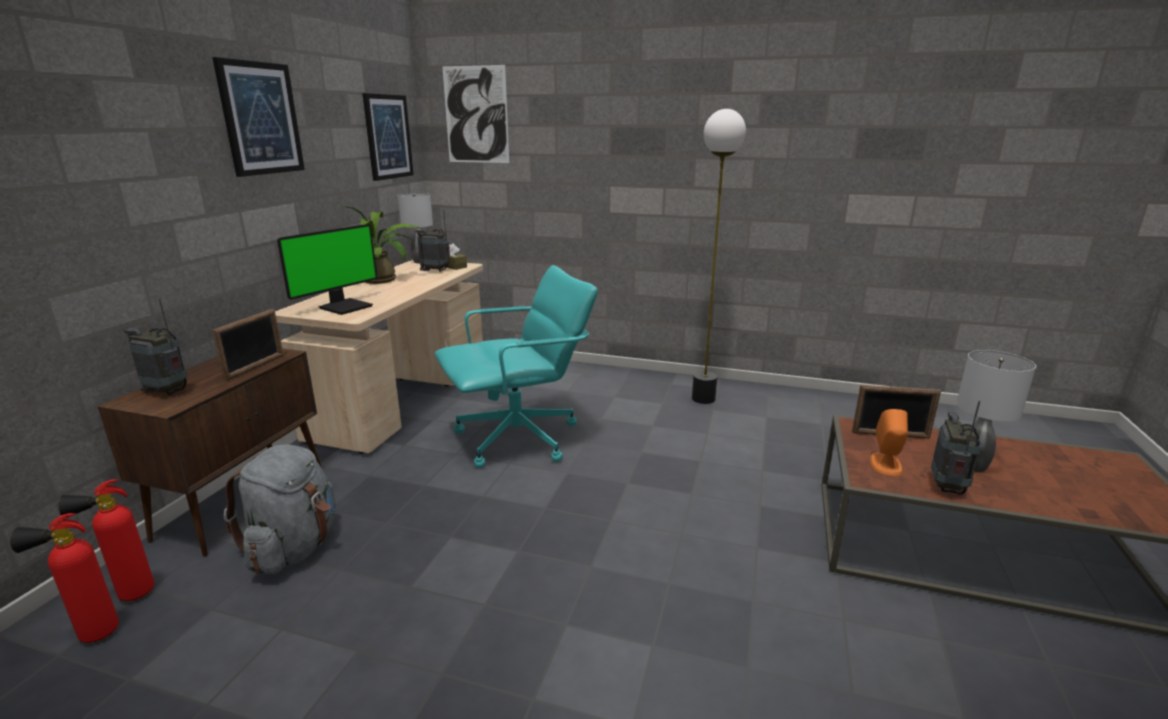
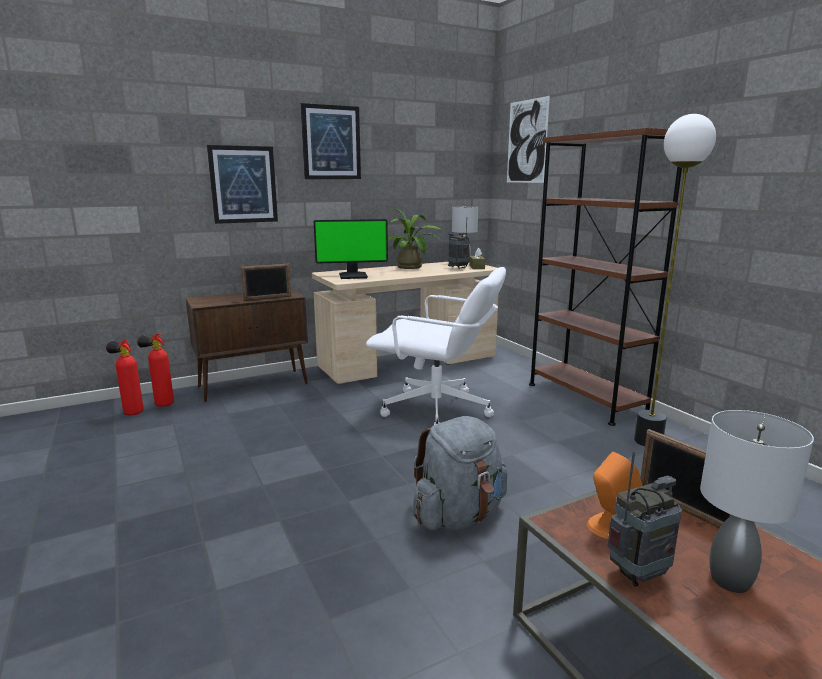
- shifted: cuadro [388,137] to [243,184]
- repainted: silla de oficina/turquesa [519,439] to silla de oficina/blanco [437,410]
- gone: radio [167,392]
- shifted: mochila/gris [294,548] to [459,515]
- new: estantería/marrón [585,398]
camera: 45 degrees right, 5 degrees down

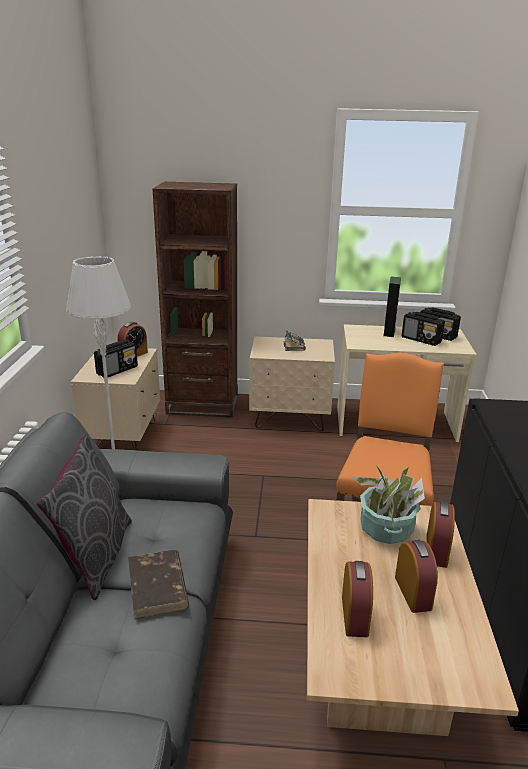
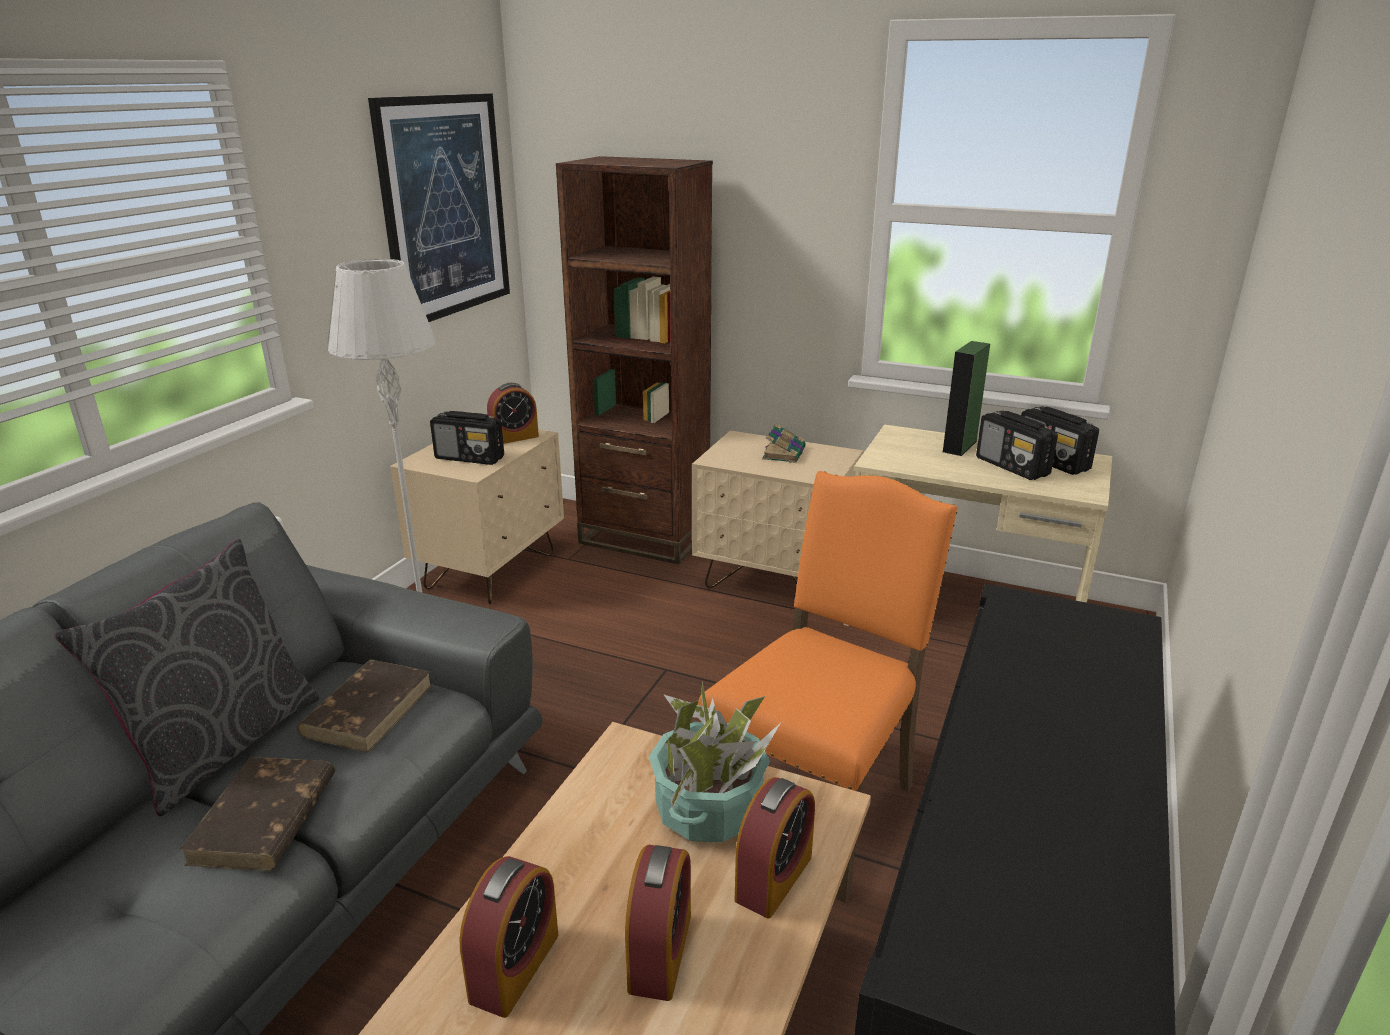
- rotated: radio [117,370] = [470,458] 45 degrees clockwise
- new: cuadro [445,207]
- new: libro/marrón [369,709]
camera: 20 degrees right, 0 degrees up

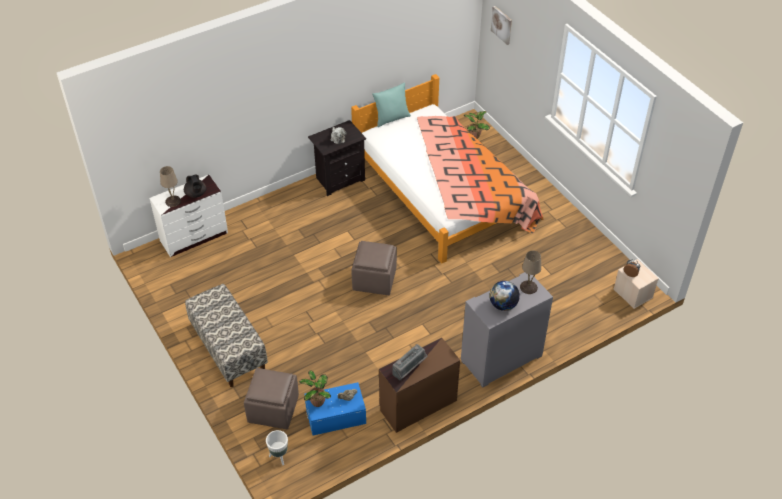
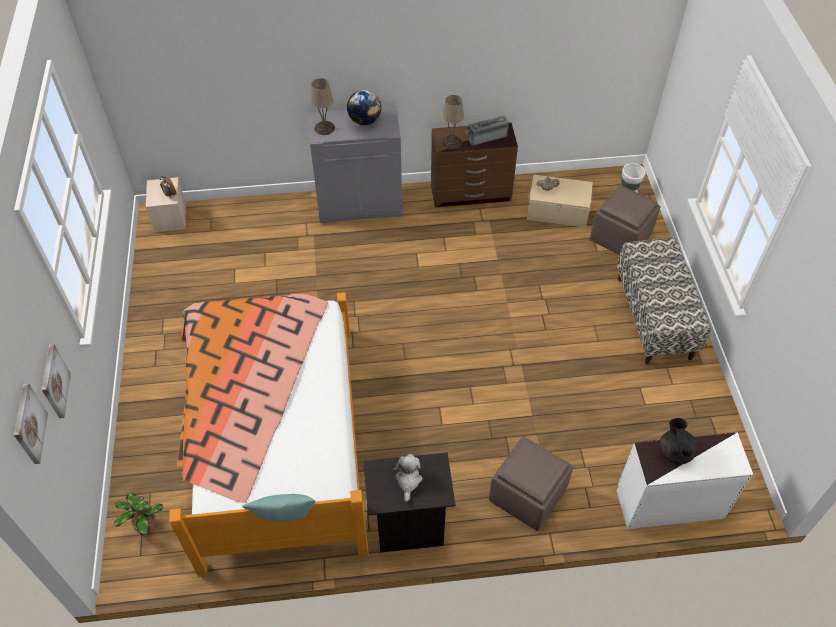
- shifted: lámpara de mesa/beis [173,201] to [451,142]
- shifted: puf/marrón [374,279] to [528,496]
- gone: planta en maceta [317,401]
- repainted: caja de almacenaje/azul [335,415] to caja de almacenaje/beis [558,211]
- new: cuadro [54,381]
camera: 155 degrees left, 5 degrees up

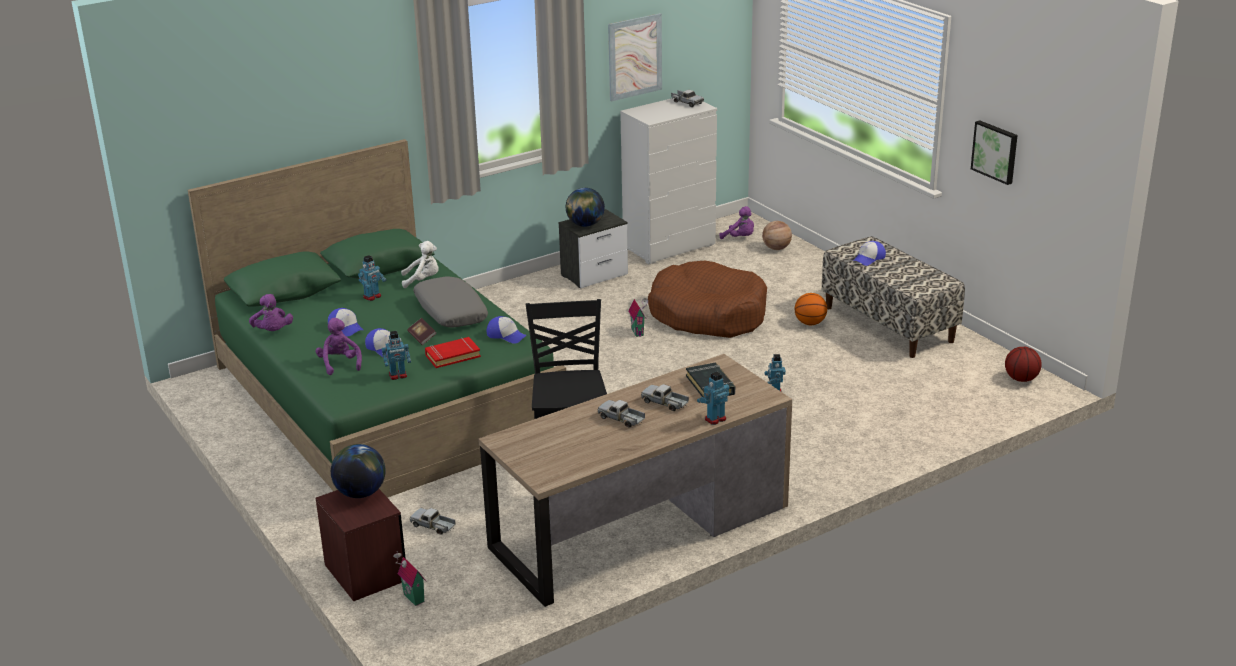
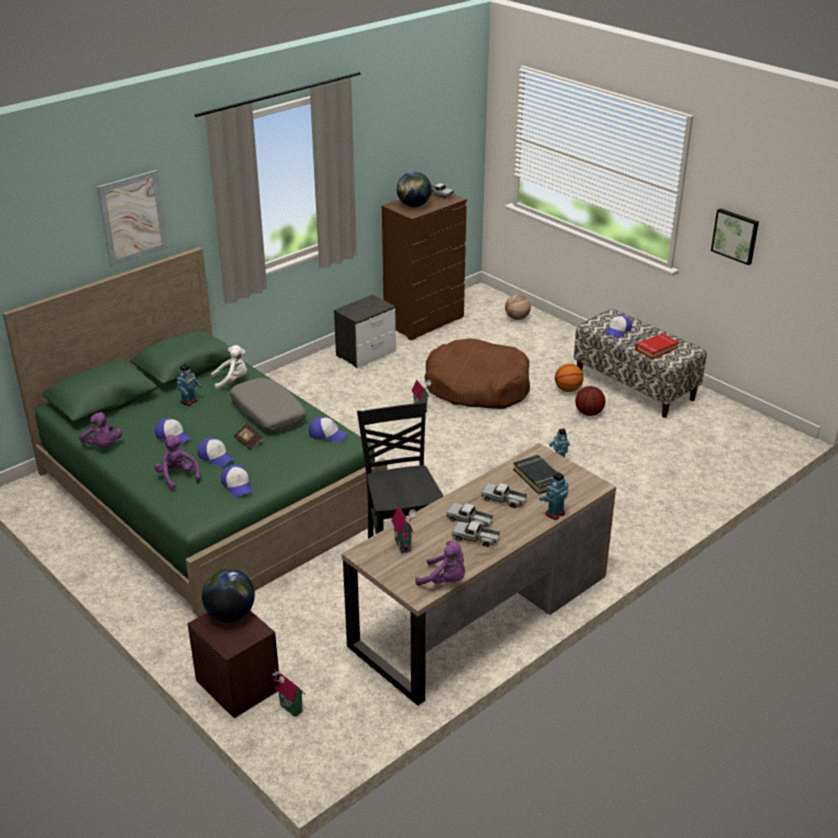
- shifted: cuadro [635,57] to [133,218]
- repainted: cómoda/blanco [669,247] to cómoda/marrón [424,322]
- shifted: globo terráqueo [585,225] to [414,205]
- shifted: peluche/morado [740,238] to [445,580]
- swapped: robot de juguete [398,375] to gorra [237,485]
- shifted: libro/rojo [452,356] to [656,349]
- shifted: balón de baloncesto [1021,379] to [589,413]
- shifted: camión de juguete [433,526] to [475,538]
- new: casita [404,545]
camera: 10 degrees left, 5 degrees up

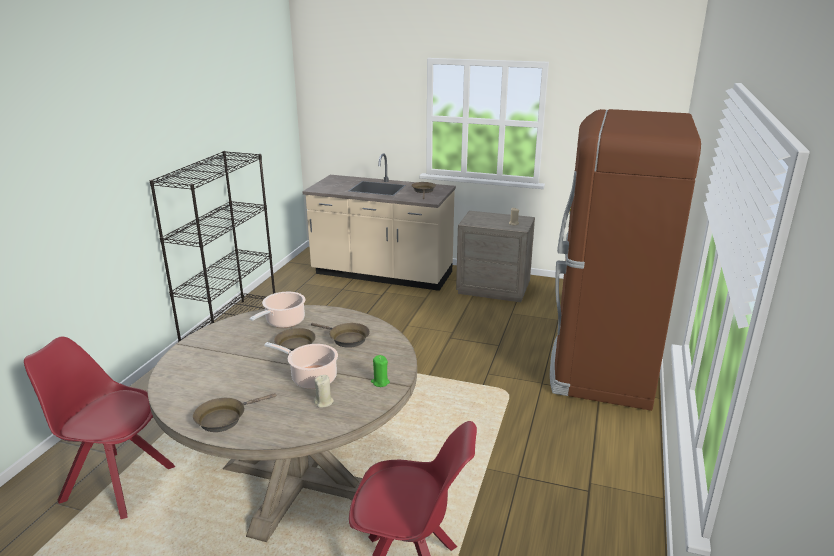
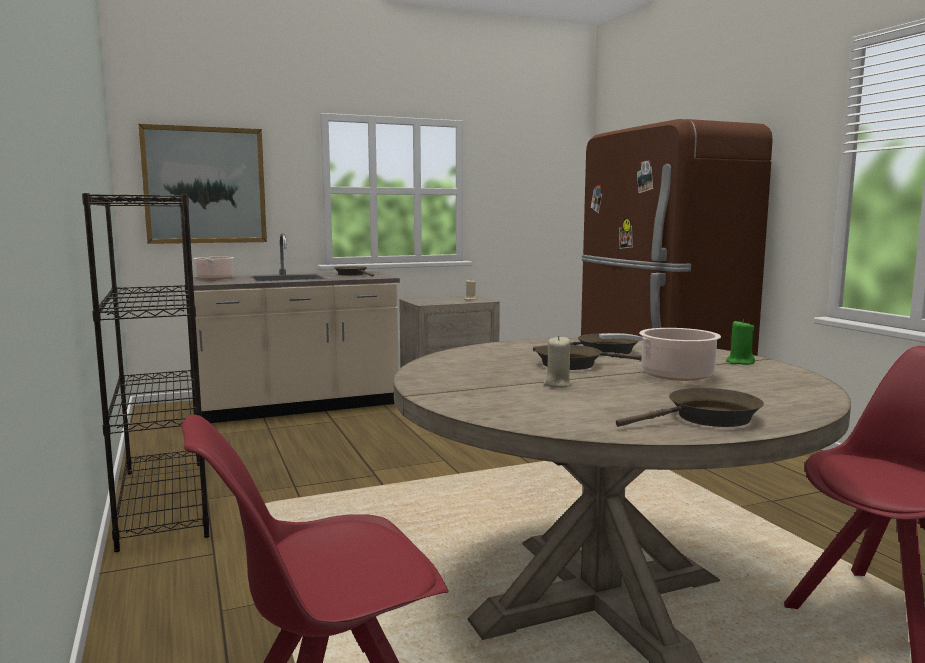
- shifted: olla [283,322] to [214,278]
- shifted: vela/beis [324,402] to [557,384]
- rotated: sartén/marrón [224,418] = [707,418] 120 degrees counterclockwise
- new: cuadro [205,185]
camera: 40 degrees left, 15 degrees down

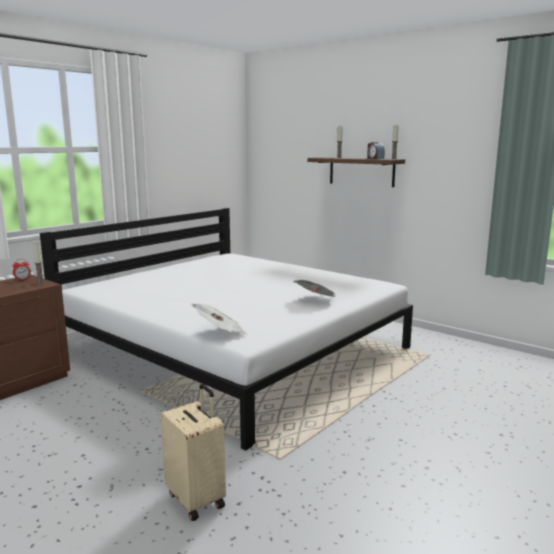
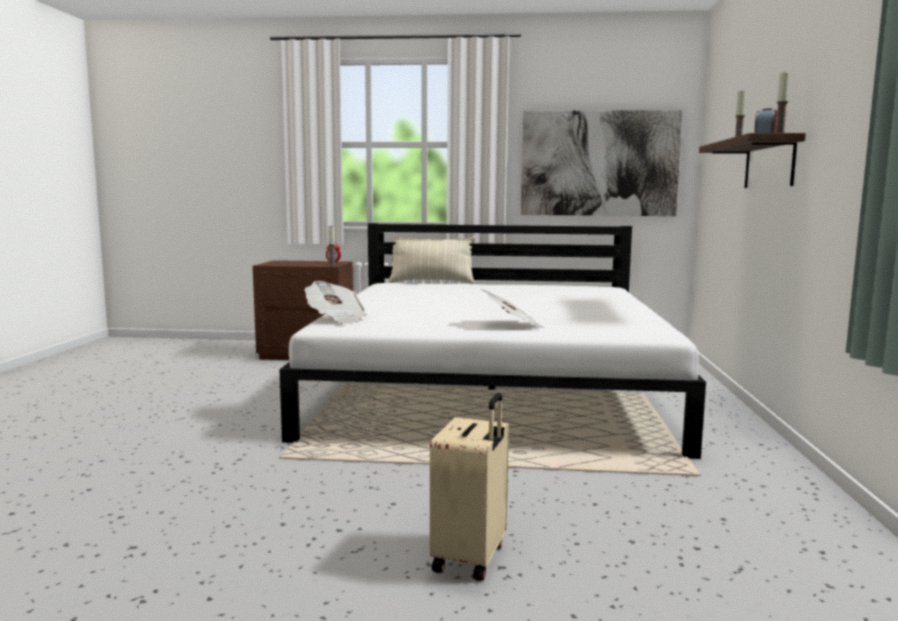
- shifted: maleta/beis [197,499] to [471,558]
- new: cuadro [599,163]
- new: cojín/beis [432,282]
camera: 55 degrees right, 5 degrees down

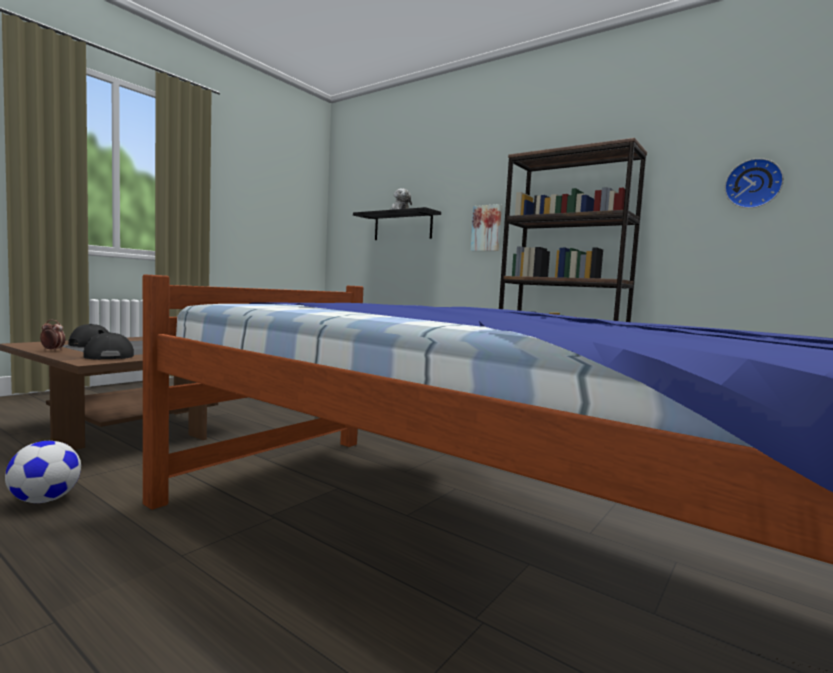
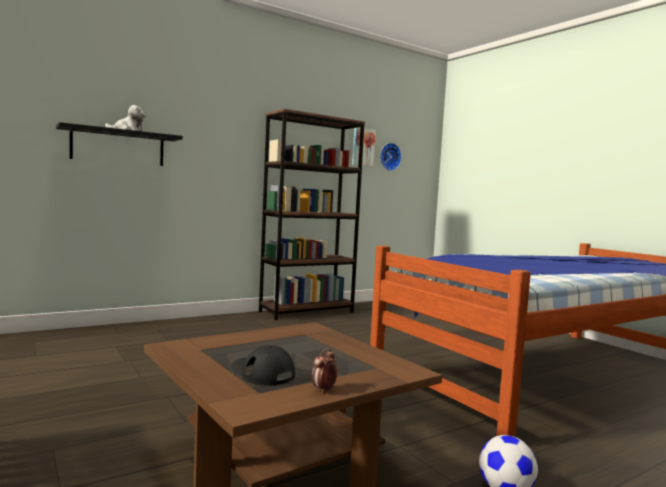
- shifted: cuadro [486,228] to [363,147]
- gone: gorra/negro [108,355]
camera: 70 degrees left, 0 degrees up

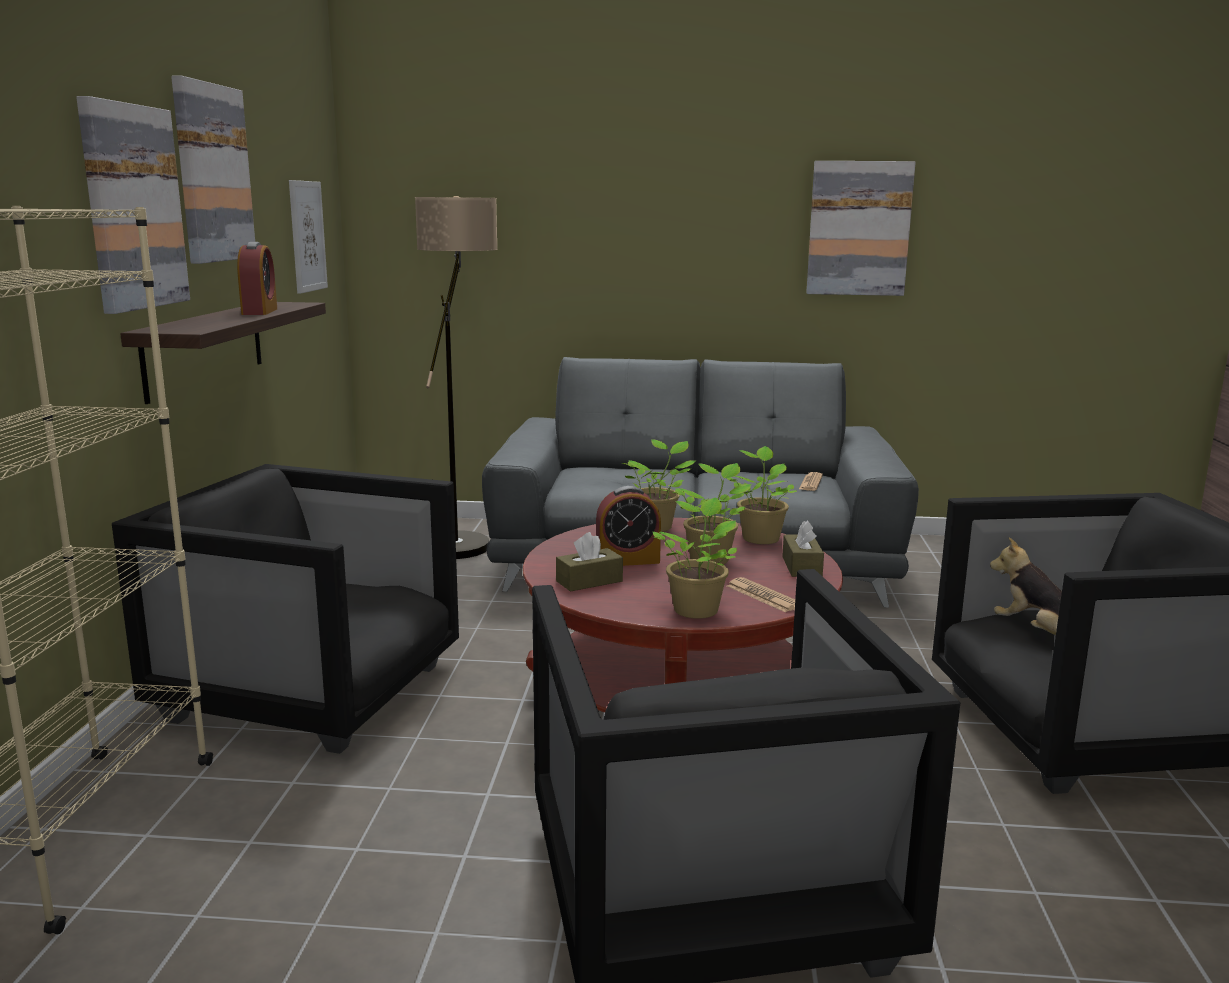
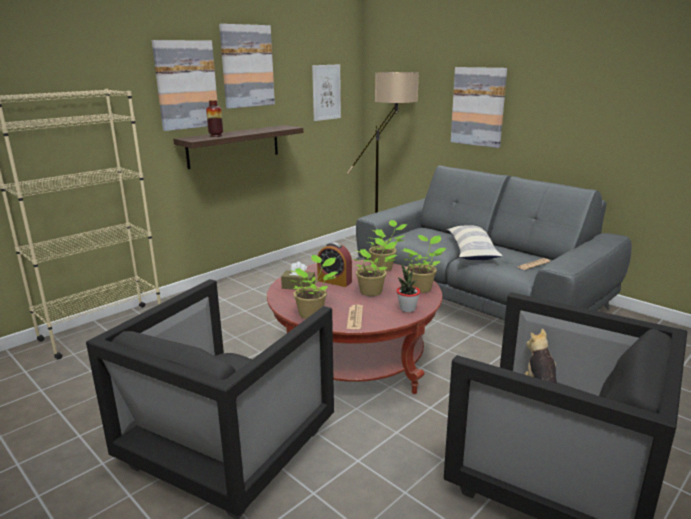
- shifted: cuadro [859,228] to [478,106]
- gone: despertador [259,312]
- gone: sillón/negro [312,692]
- swapped: caja de pañuelos/marrón [801,567] to planta en maceta [407,309]
- new: florero [216,136]
- new: cojín [471,251]
camera: 40 degrees right, 5 degrees up

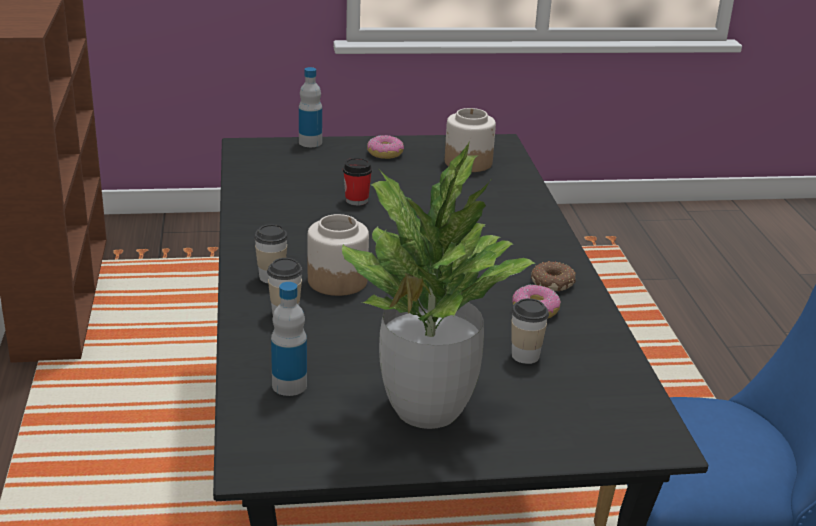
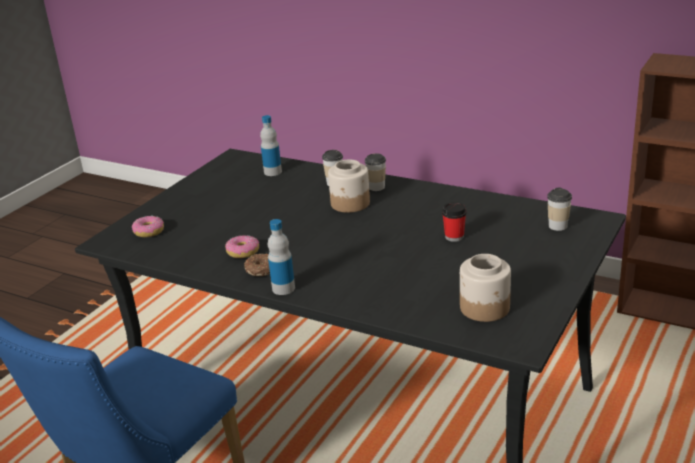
- shifted: botella [310,142] to [283,288]
- shifted: rosquilla [385,153] to [148,232]
- gone: planta en maceta [426,410]
- shifted: taza [525,356] to [557,226]
camera: 130 degrees right, 0 degrees up

